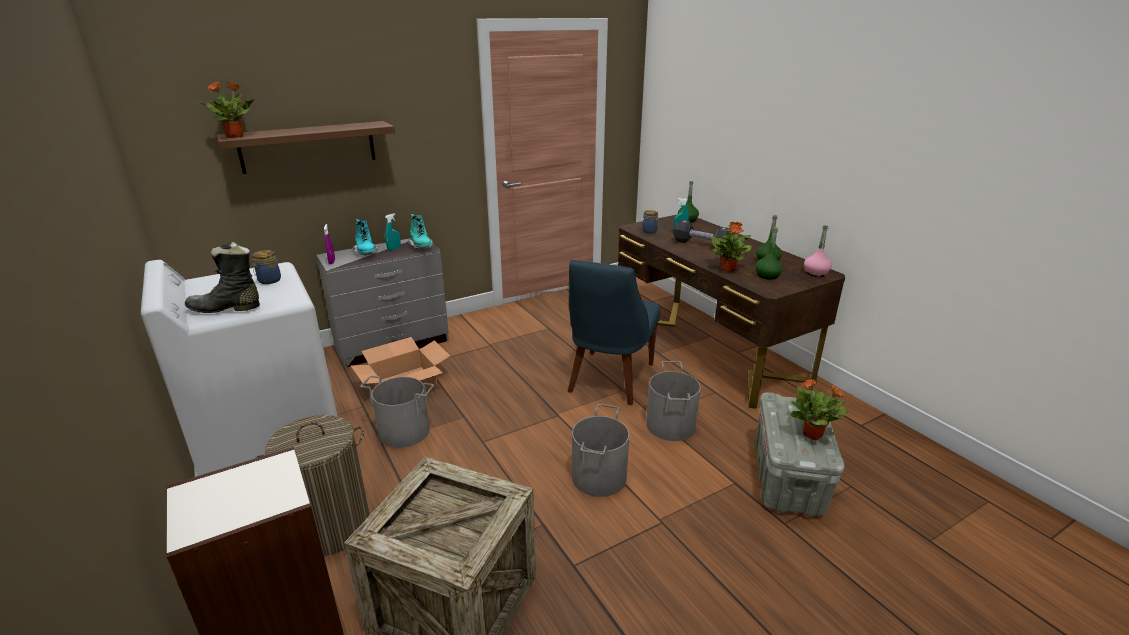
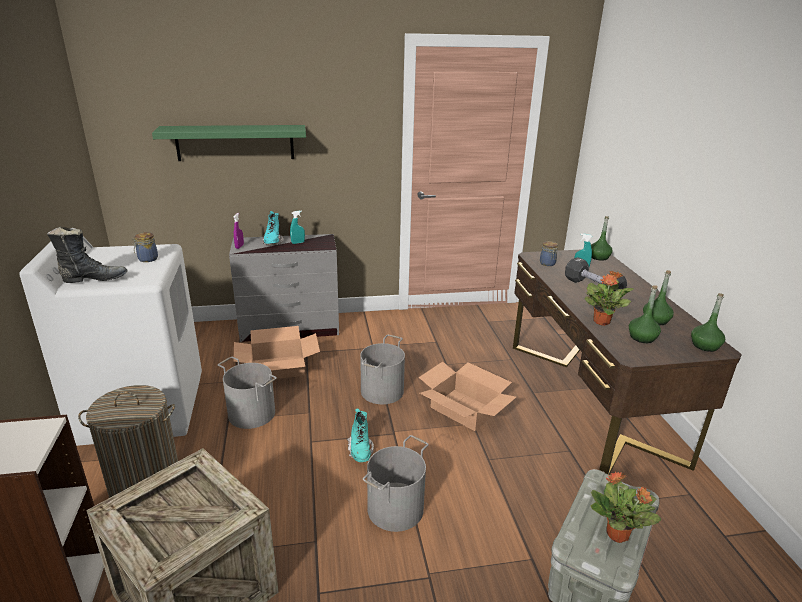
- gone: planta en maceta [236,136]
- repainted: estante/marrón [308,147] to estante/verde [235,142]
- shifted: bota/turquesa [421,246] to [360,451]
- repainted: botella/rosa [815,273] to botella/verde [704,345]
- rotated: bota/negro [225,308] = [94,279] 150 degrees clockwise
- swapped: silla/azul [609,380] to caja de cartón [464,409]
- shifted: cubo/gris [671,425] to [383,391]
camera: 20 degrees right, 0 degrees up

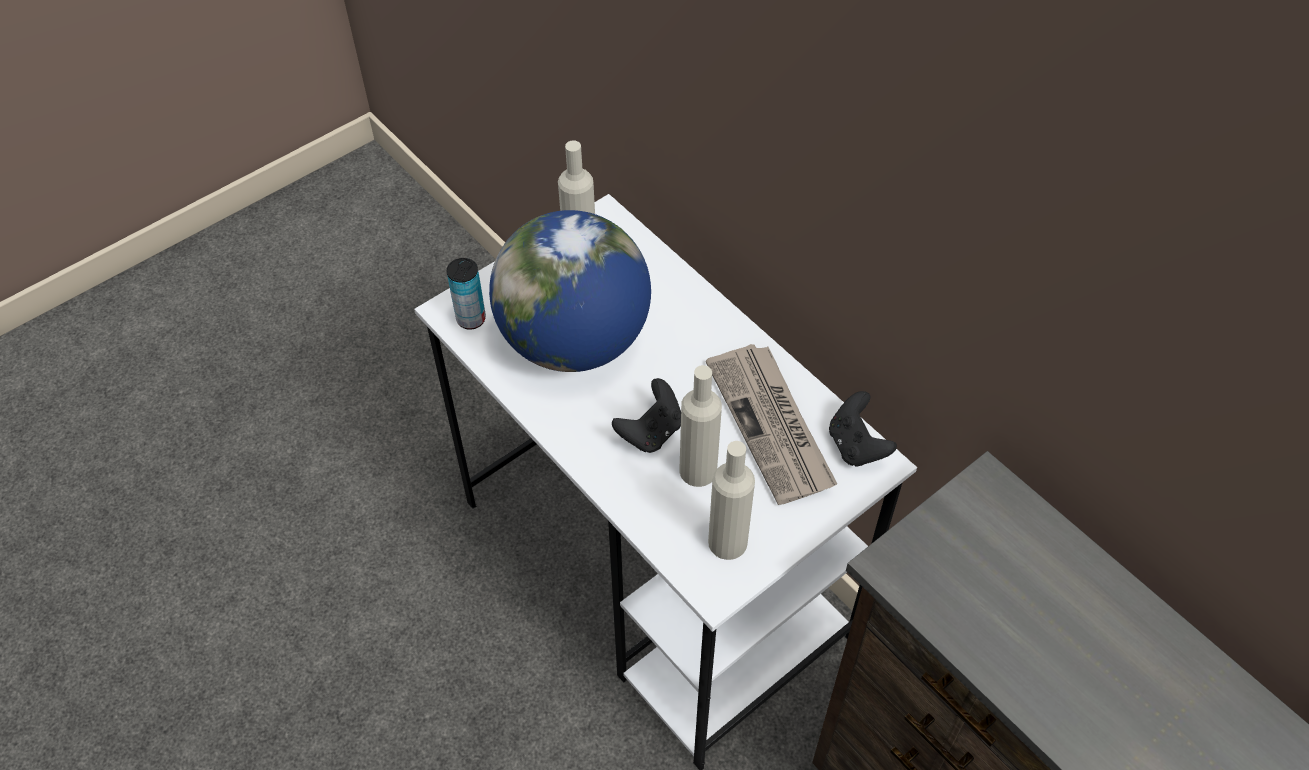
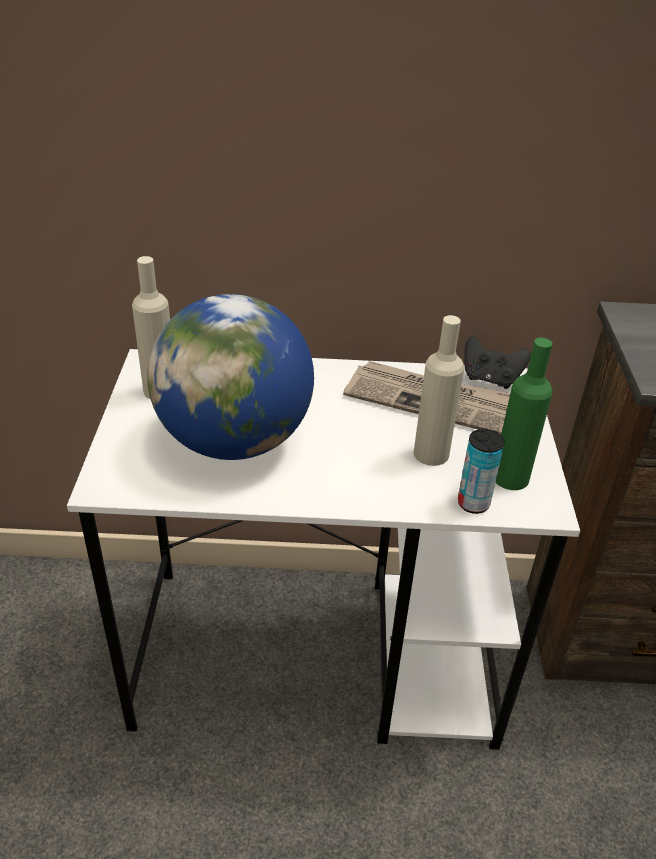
- shifted: lata [471,319] to [473,503]
- gone: mando de consola/negro [651,432]
- repainted: botella/beis [727,542] to botella/verde [510,477]
camera: 50 degrees left, 15 degrees down

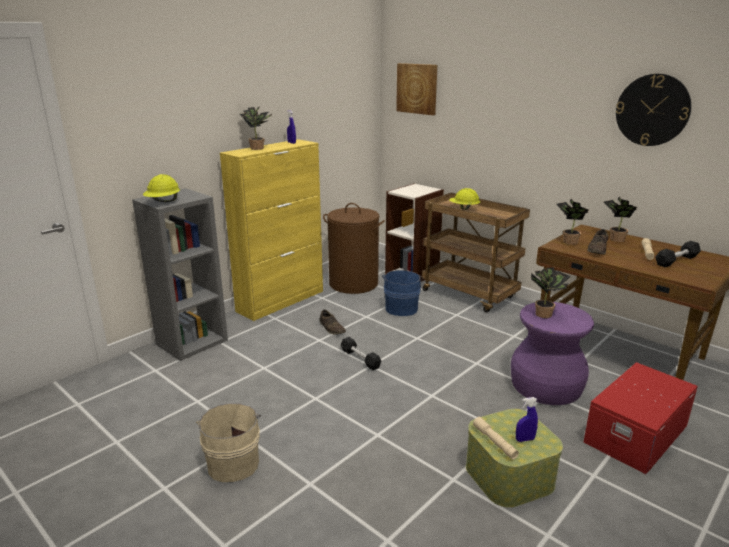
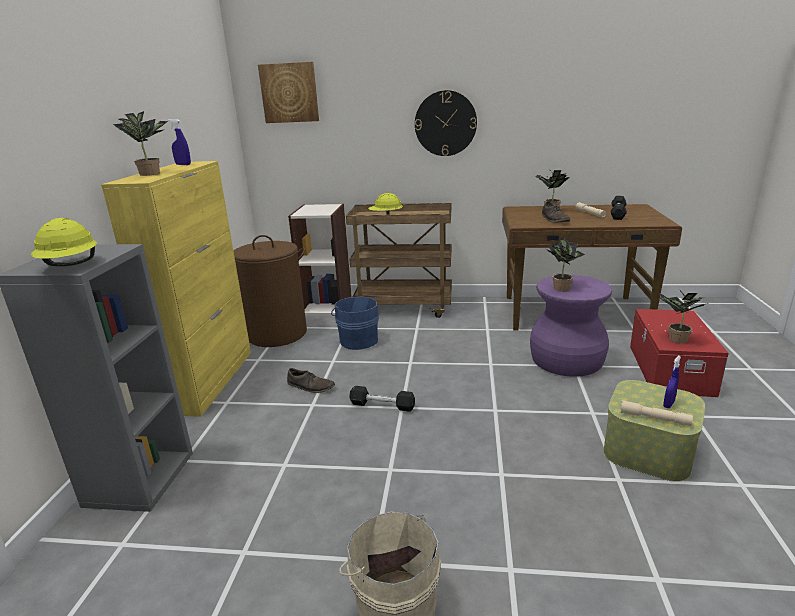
- shifted: reloj de pared [652,110] to [445,123]
- shifted: planta en maceta [568,241] to [675,339]
camera: 35 degrees left, 0 degrees up

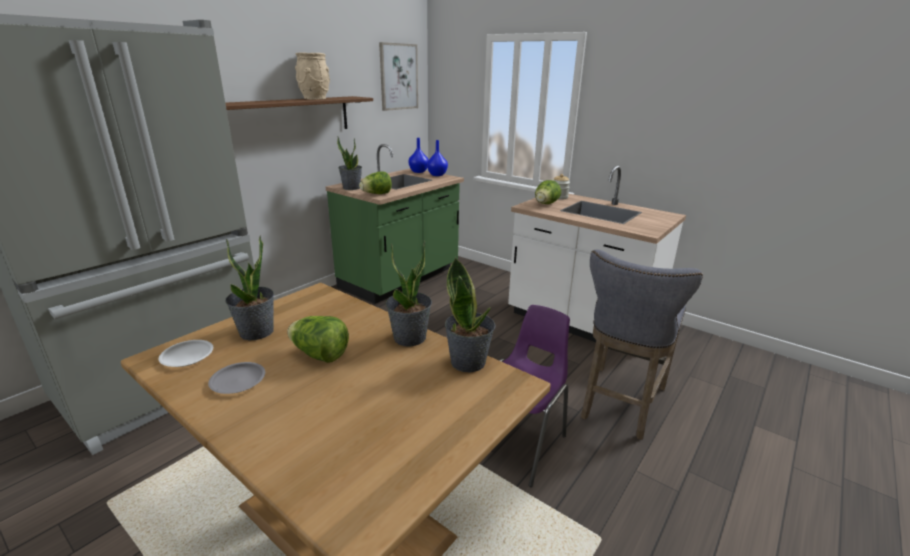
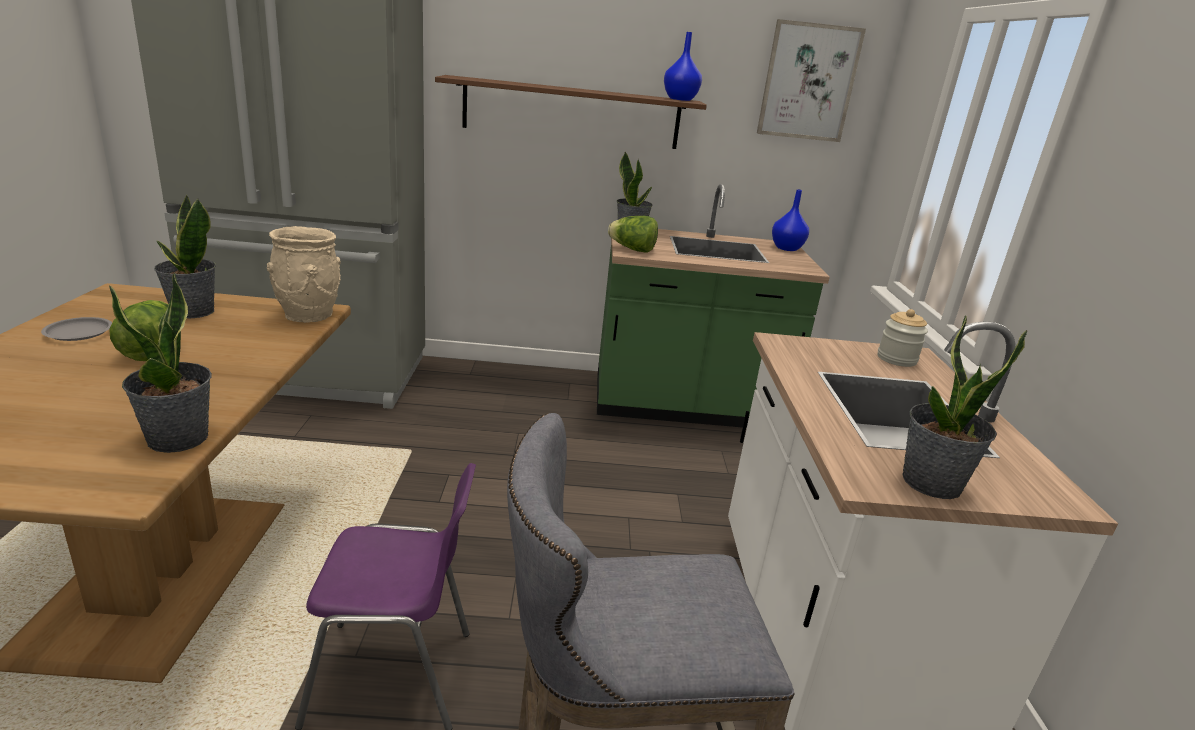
- shifted: florero/beis [315,99] to [308,315]
- shifted: florero/azul [437,175] to [680,99]
- gone: lechuga [545,204]
- shifted: planta en maceta [410,338] to [931,483]
- gone: plato/blanco [187,356]
camera: 50 degrees right, 0 degrees up

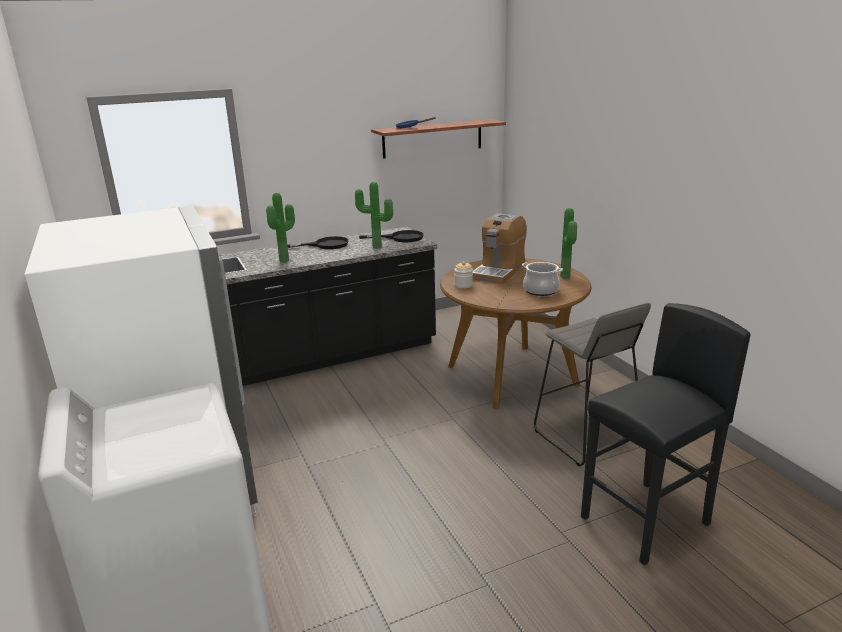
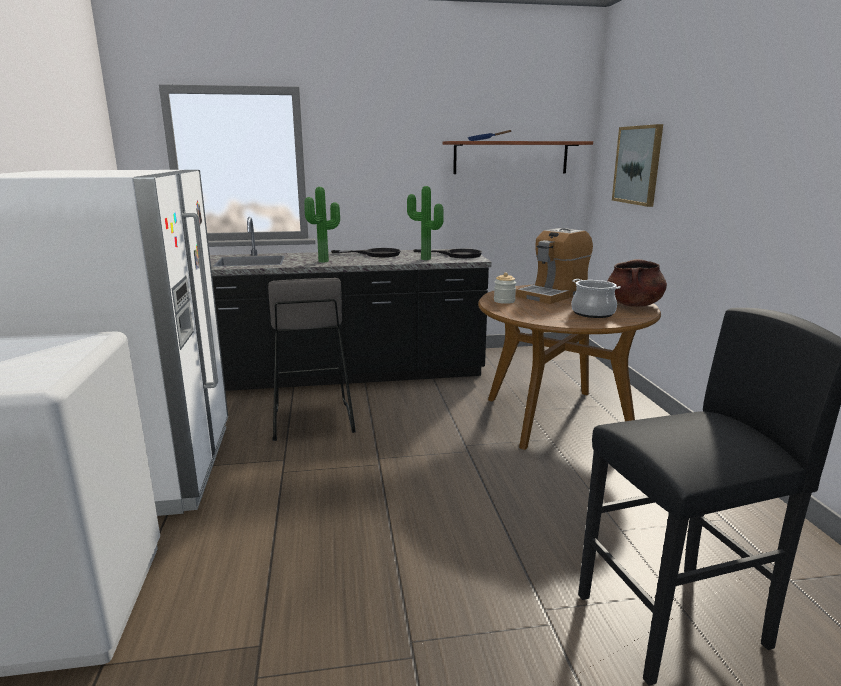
- swapped: planta en maceta [567,276] to olla/marrón [633,305]
- shifted: taburete/gris [585,437] to [312,421]
- new: cuadro [638,165]
camera: 15 degrees right, 5 degrees down

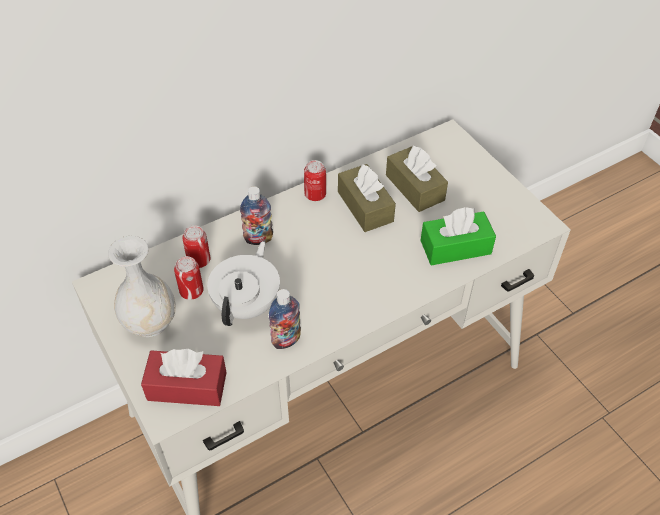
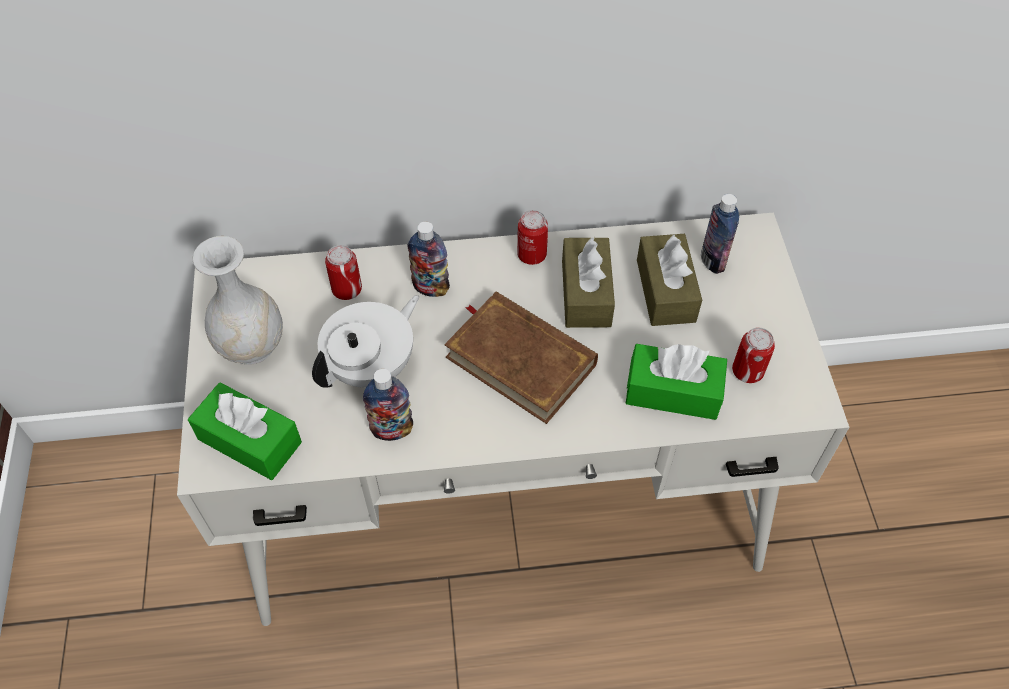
- shifted: lata [191,291] to [747,371]
- repainted: caja de pañuelos/rojo [187,386] to caja de pañuelos/verde [250,441]
- new: botella [712,261]
- new: libro/marrón [520,360]
camera: 25 degrees right, 5 degrees up

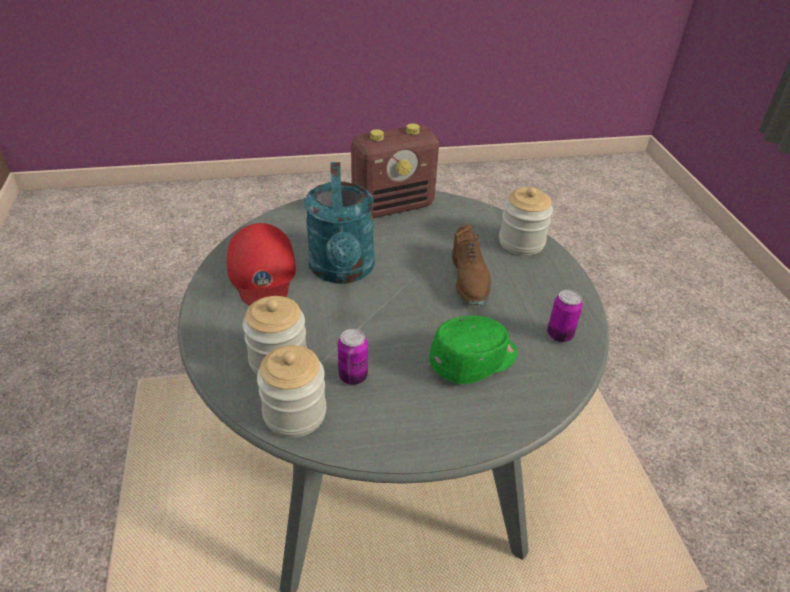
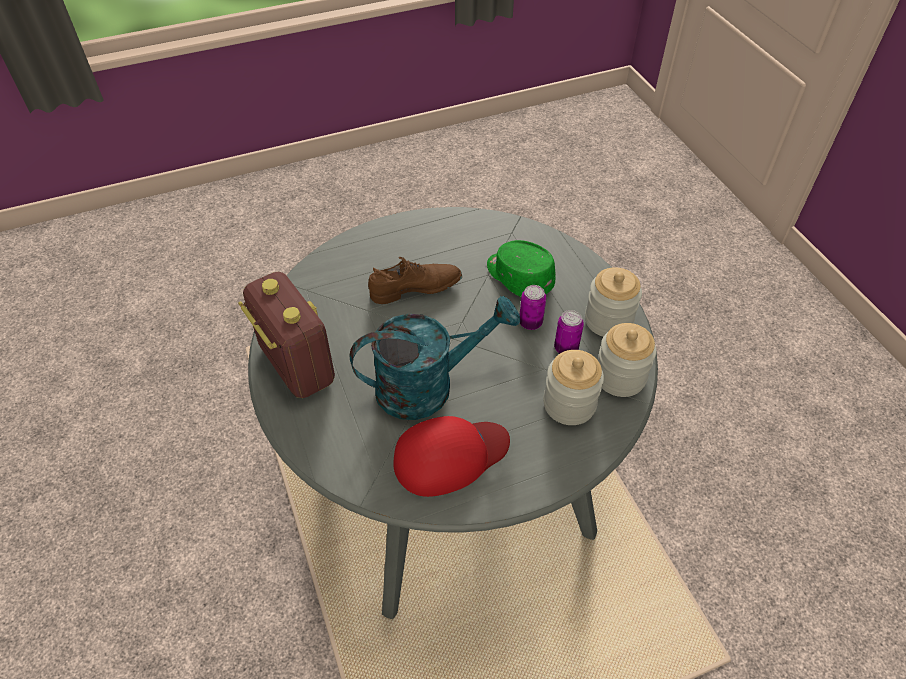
- shifted: tarro [521,242] to [608,320]
- shifted: lata [559,335] to [530,323]
camera: 100 degrees left, 10 degrees up

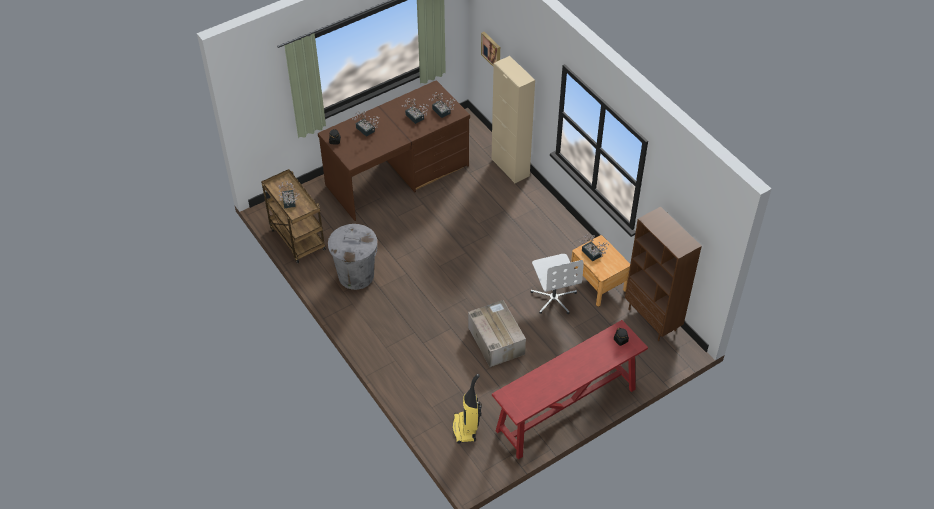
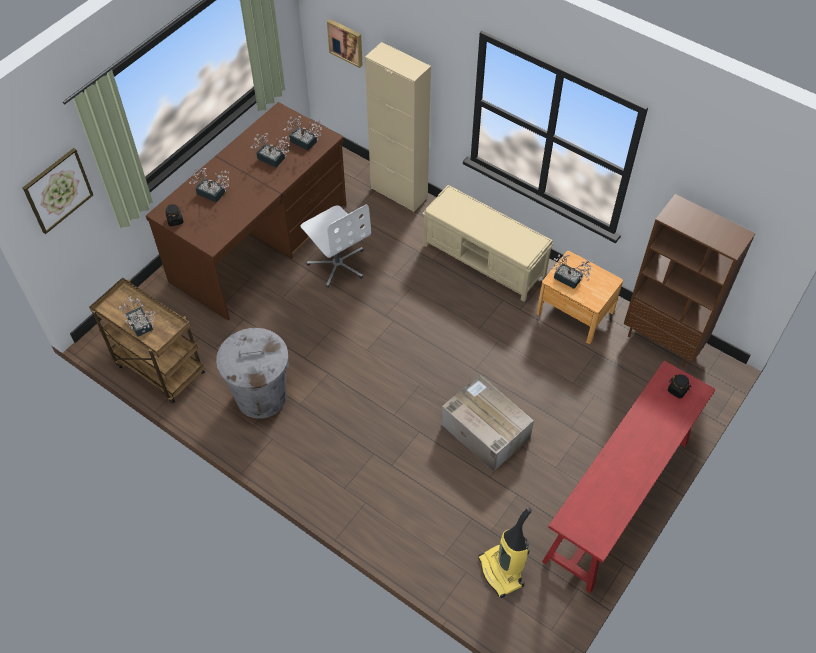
- shifted: silla de oficina/blanco [554,298] to [338,264]
- new: cuadro [58,190]
- new: banco/beis [484,260]
camera: 20 degrees left, 5 degrees up

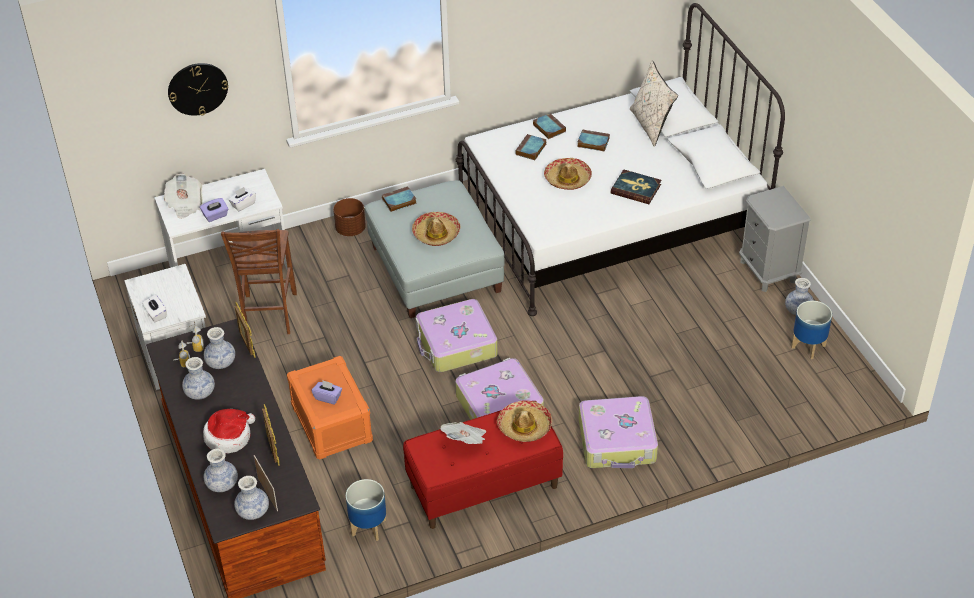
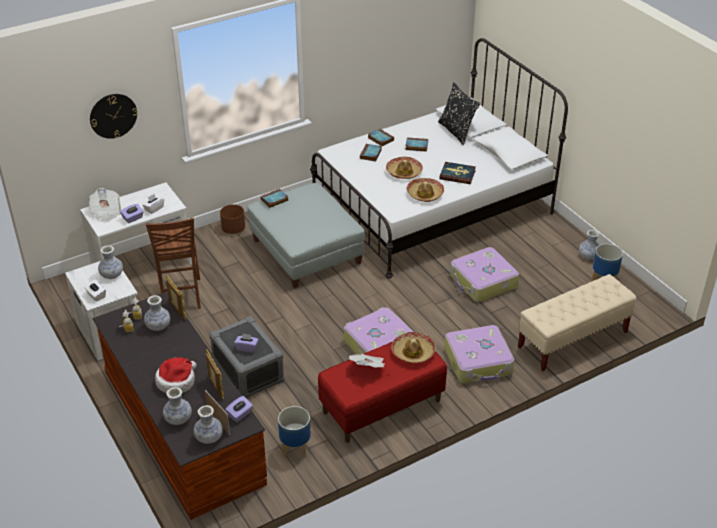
- repainted: cojín/beis [651,125] to cojín/negro [457,132]
- gone: mesita de noche/gris [768,271]
- shifted: sombrero [436,234] to [425,194]
- shifted: maleta [456,344] to [482,282]
- repainted: caja de almacenaje/naranja [331,423] to caja de almacenaje/gris [247,371]
- shifted: florero [200,392] to [111,275]
- new: banco/beis [572,340]
- new: caja de pañuelos/morado [240,414]
camera: 10 degrees left, 5 degrees down

